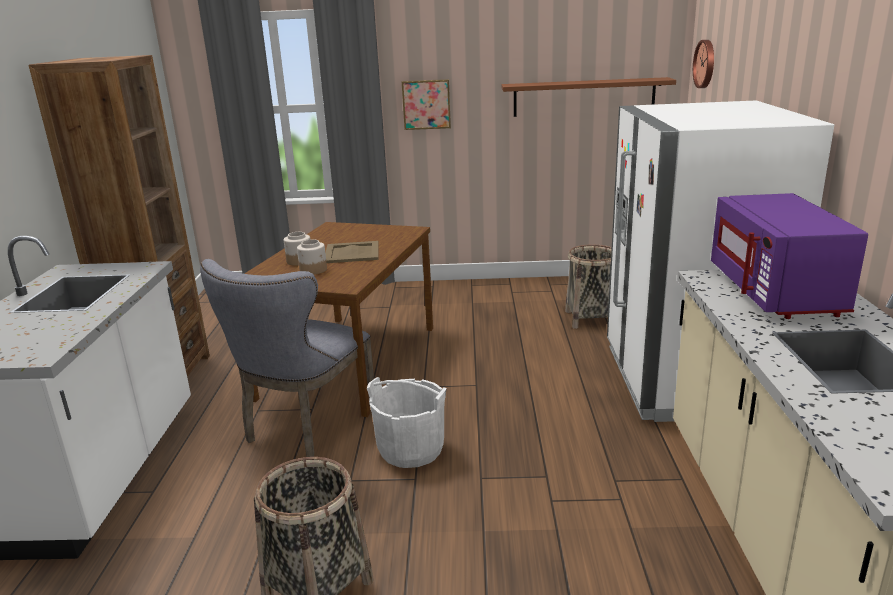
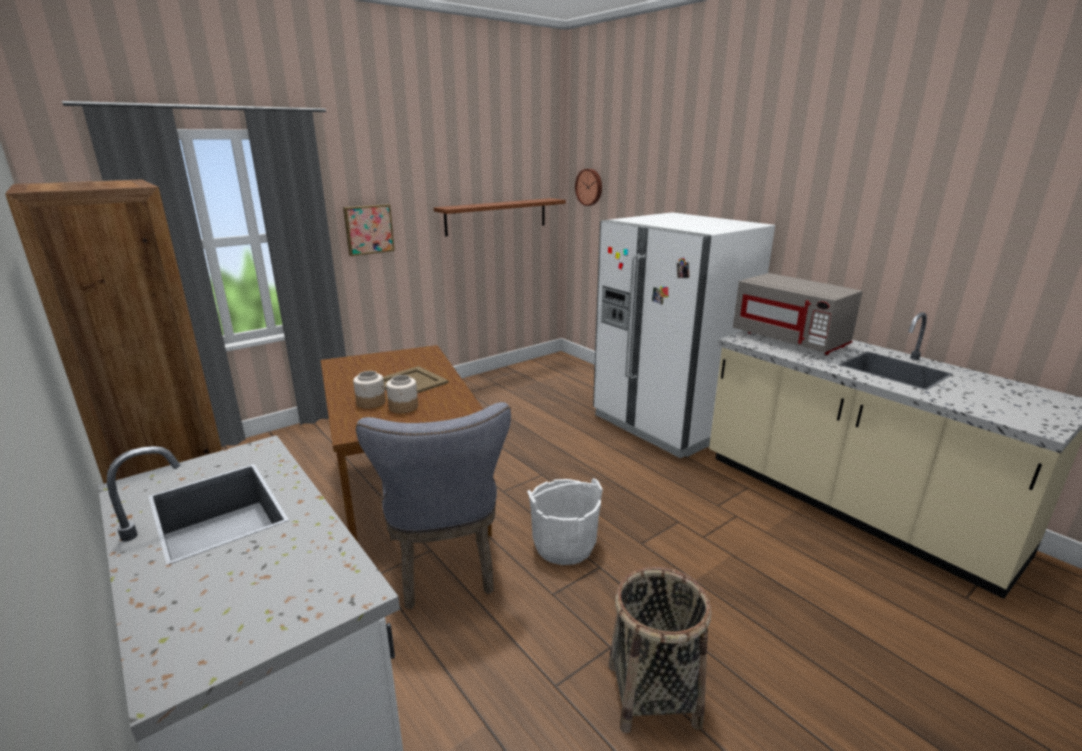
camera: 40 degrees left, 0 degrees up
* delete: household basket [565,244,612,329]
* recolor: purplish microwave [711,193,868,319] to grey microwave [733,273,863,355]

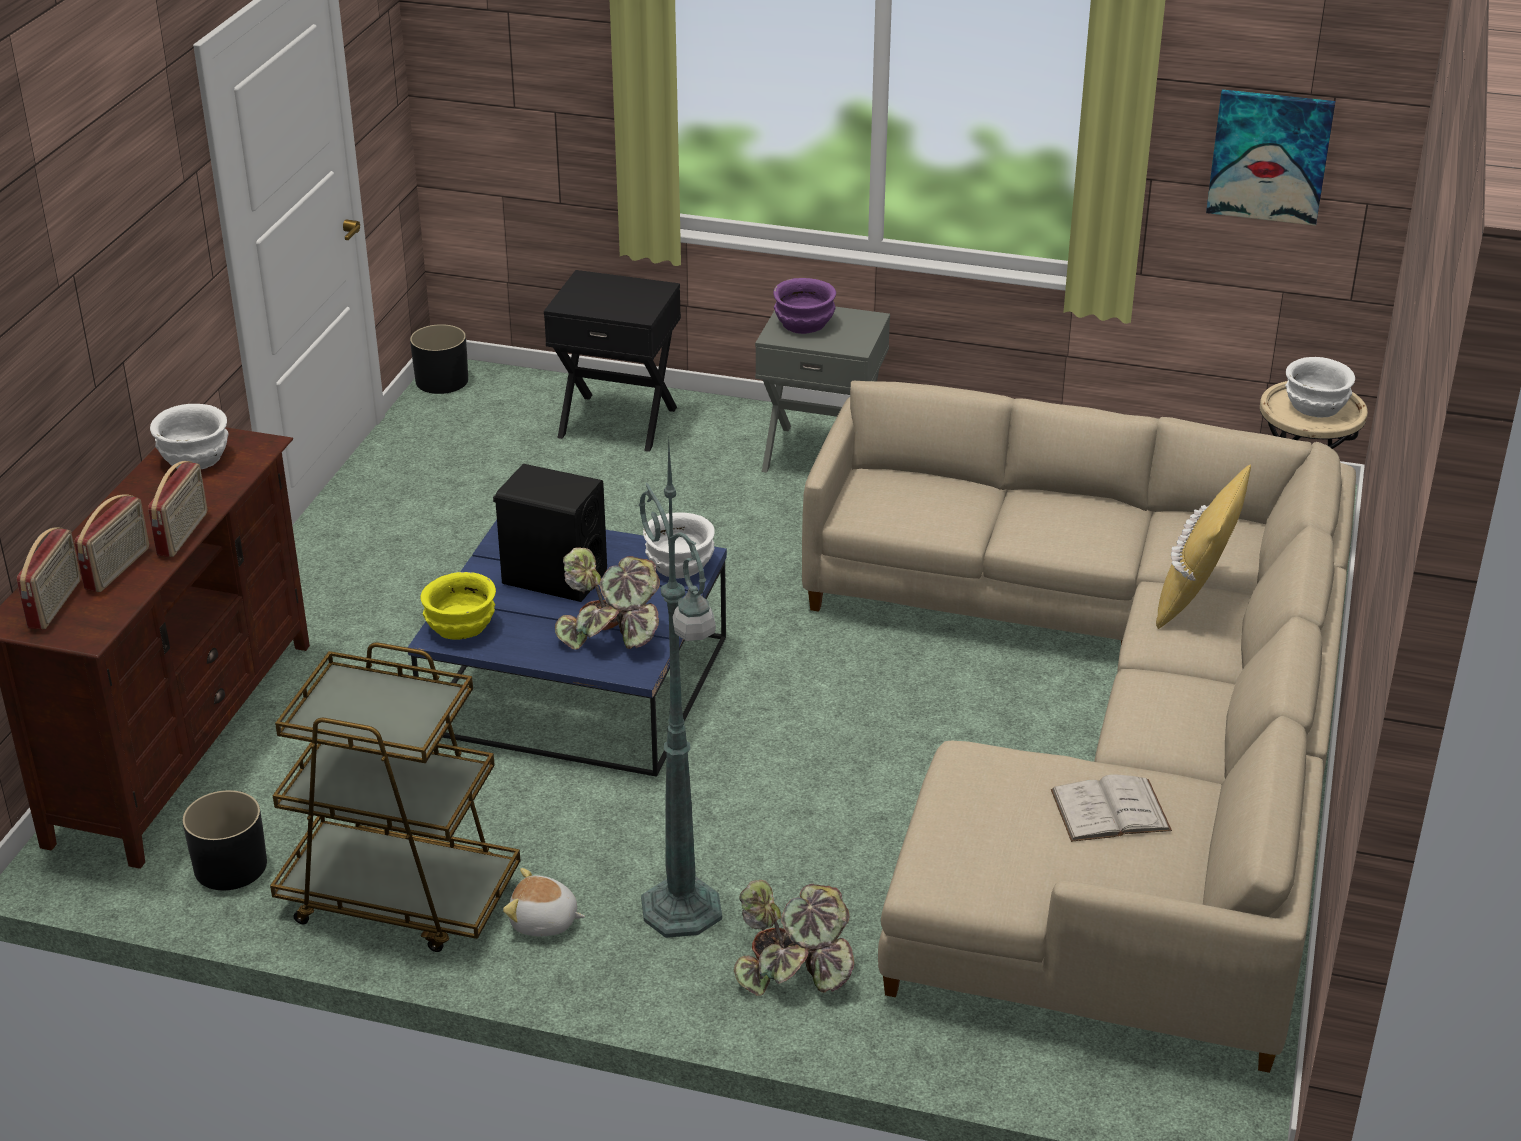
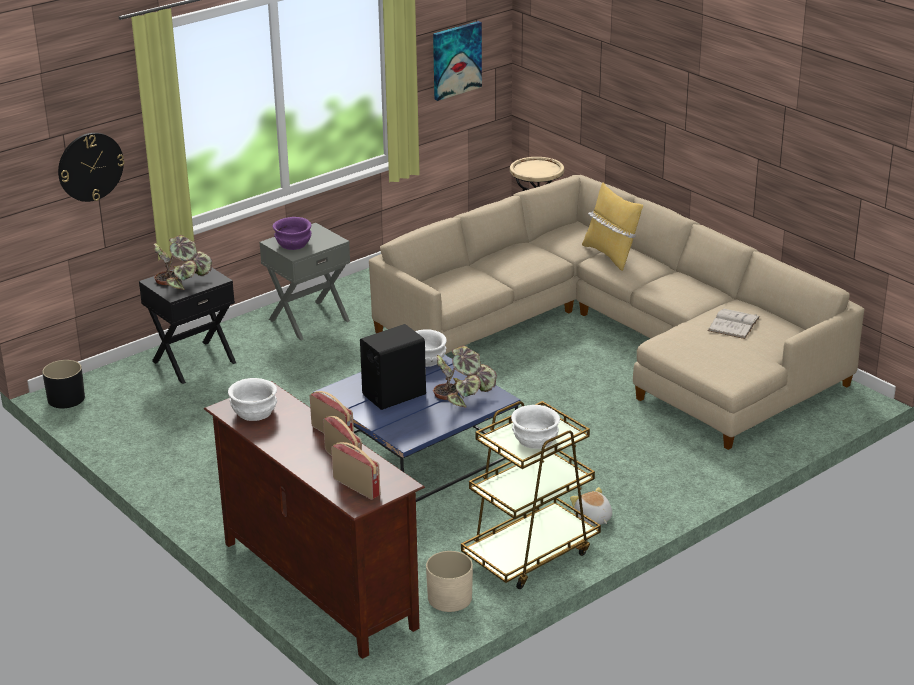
camera: 55 degrees left, 5 degrees down
* delete: yellowish bowl [420,572,496,640]
* delete: greenish standing lamp [639,437,722,938]
* insert: hanging clock [58,133,124,202]
* move: potted plant [734,880,854,996] to [154,235,212,290]
* move: white bowl [1285,357,1355,418] to [511,405,560,449]
* recolor: blackish flower pot [182,790,267,890] to beige-coloured flower pot [426,551,473,612]
* rotate: cuddly toy [503,868,585,937] = [570,487,612,525] 105 degrees clockwise

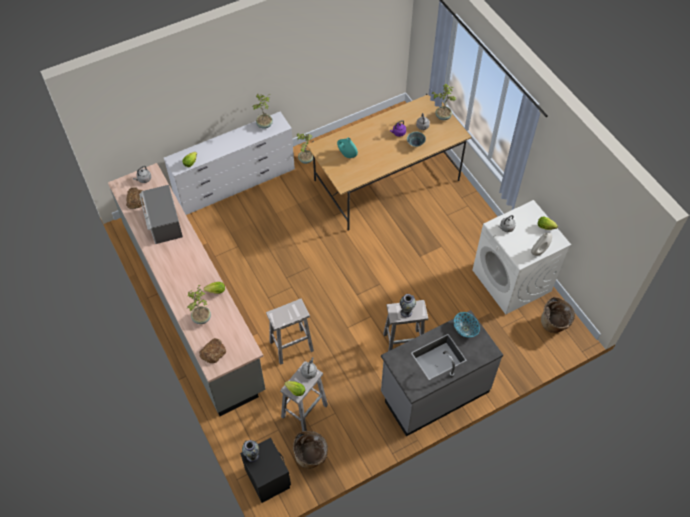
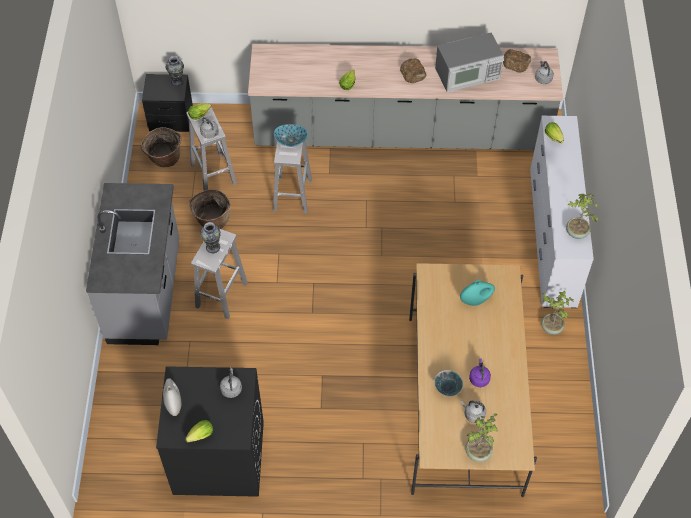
camera: 120 degrees right, 0 degrees up
* delete: potted plant [187,285,211,324]
* move: baked bread [199,338,226,364] to [400,58,426,83]
* move: bowl [454,312,480,337] to [274,124,308,146]
* move: household basket [541,297,575,333] to [189,189,230,229]
* recolor: white laundry appliance [473,200,571,314] to blackish laundry appliance [156,366,264,497]
* rotate: microwave [139,185,183,244] = [435,33,504,92] 150 degrees clockwise

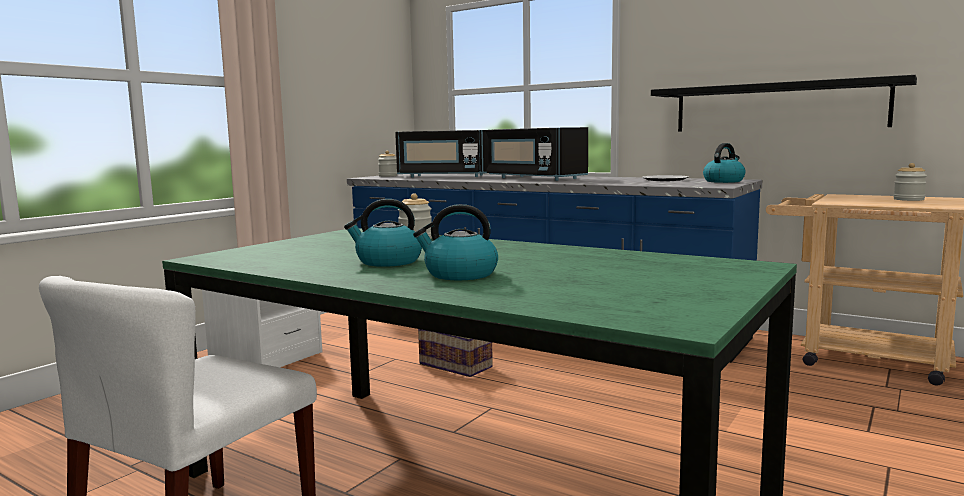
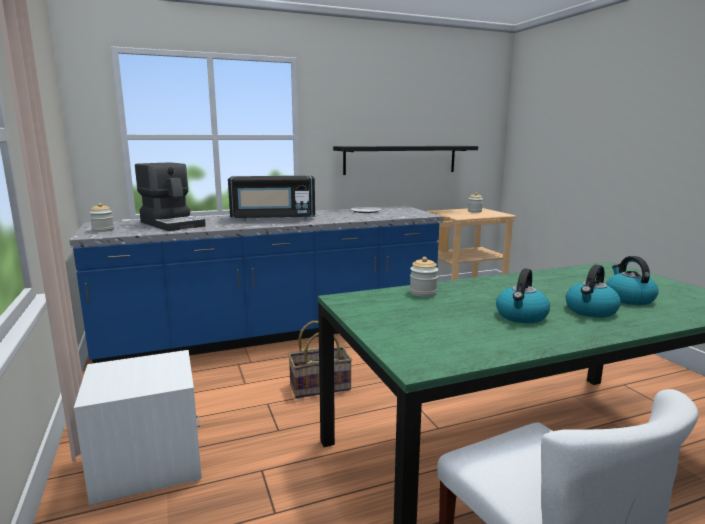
camera: 55 degrees left, 5 degrees up
* move: kettle [703,143,746,183] to [606,256,659,305]
* replace: blackish microwave [395,130,488,178] to coffee maker [135,162,206,231]

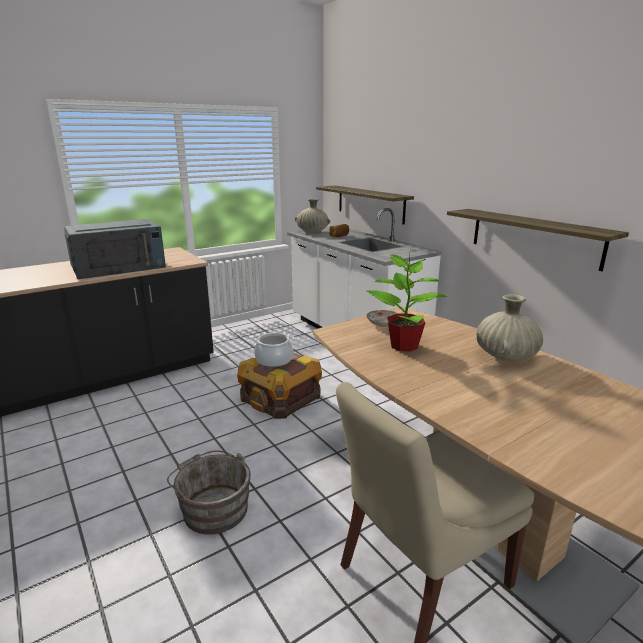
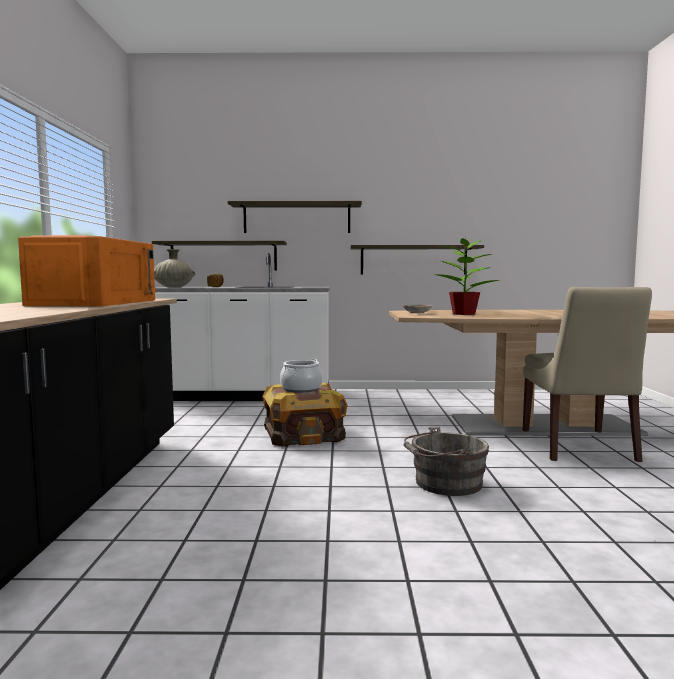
camera: 55 degrees left, 15 degrees down
* delete: beige-coloured decorative vase [476,294,543,361]
* insert: bracket shelf [228,201,362,233]
* recolor: blue microwave [64,219,166,279] to orangey microwave [18,235,156,306]

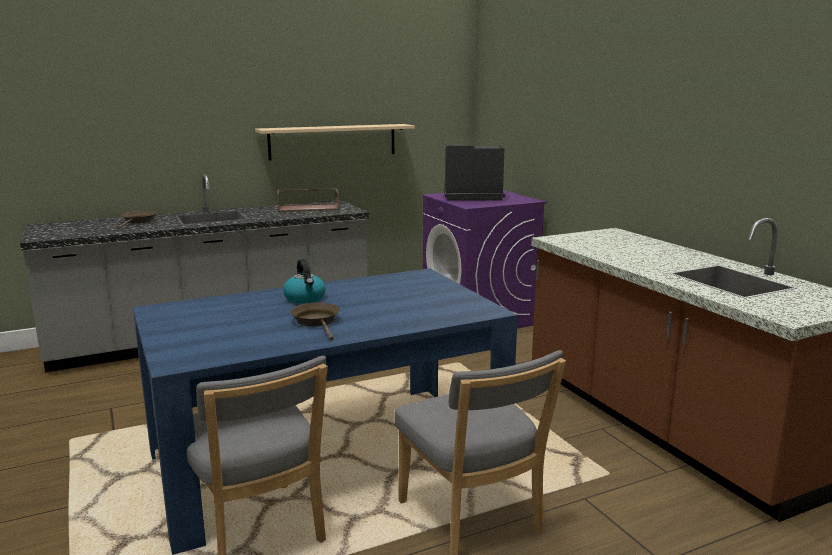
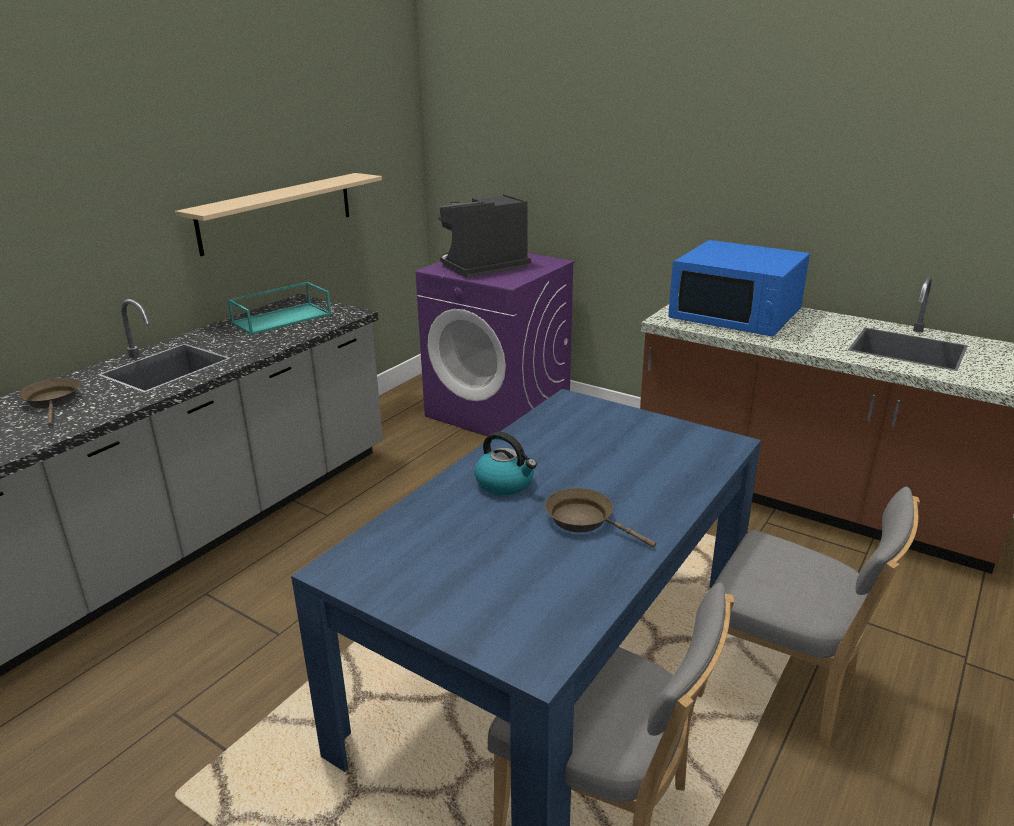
camera: 30 degrees left, 10 degrees up
* insert: blue microwave [668,240,810,337]
* recolor: brown carrying tray [277,188,340,212] to blue-green carrying tray [227,282,332,335]

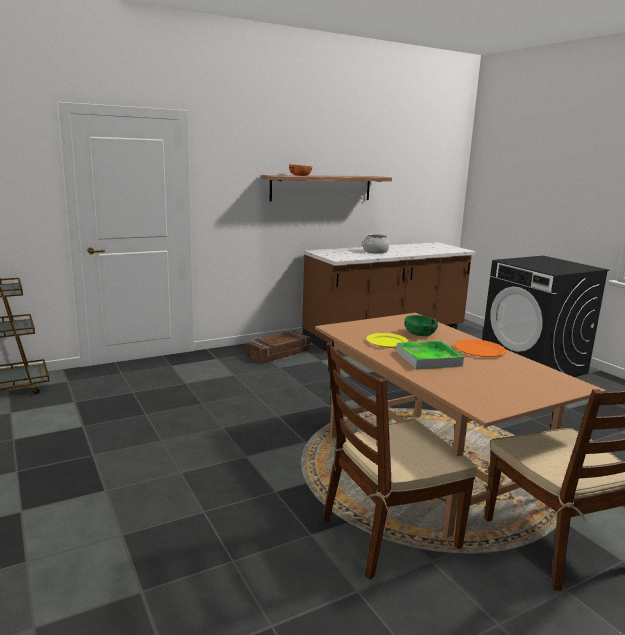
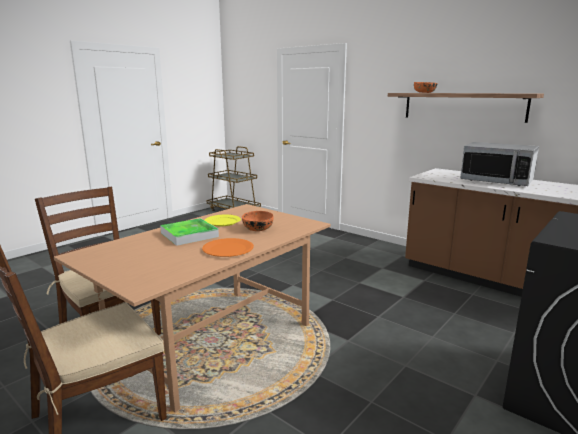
camera: 70 degrees right, 0 degrees up
* delete: packing crate [245,331,311,364]
* replace: saucepot [363,234,389,254] to microwave [460,142,539,186]
* recolor: greenish bowl [405,315,438,336] to orangey bowl [242,211,274,231]

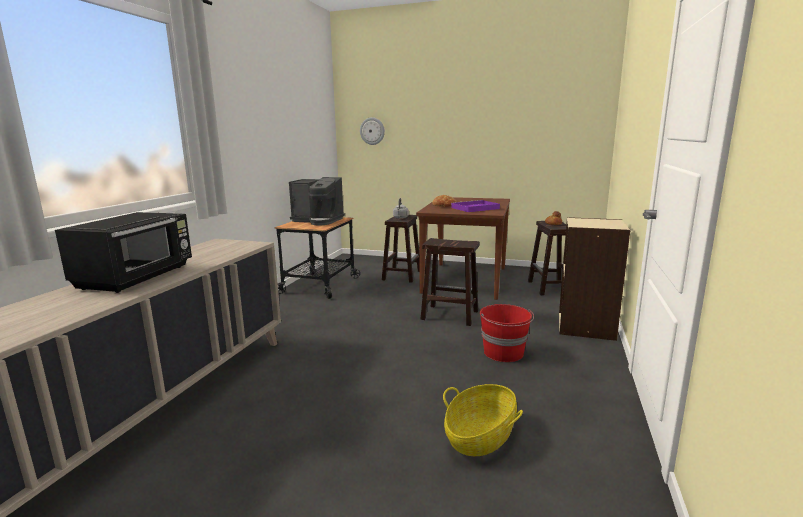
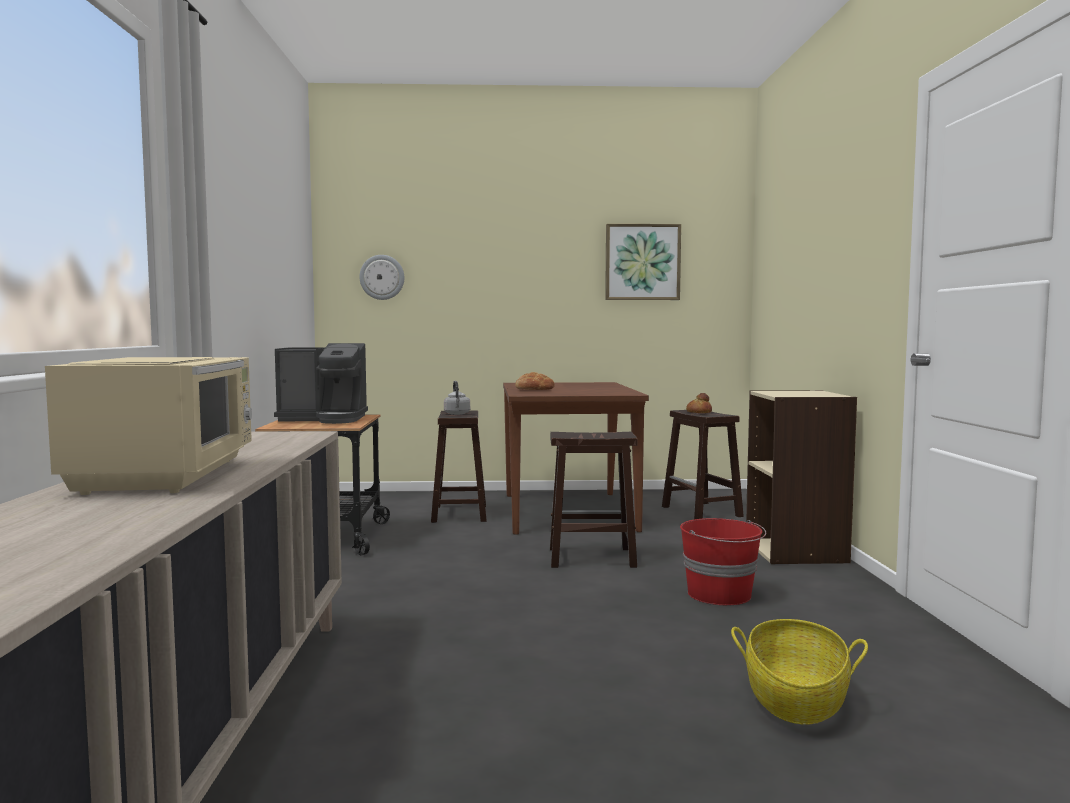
camera: 20 degrees left, 10 degrees down
* delete: purplish carrying tray [451,200,500,212]
* insert: wall picture [605,224,681,300]
* recolor: blackish microwave [55,212,192,293] to beige-coloured microwave [45,357,252,495]

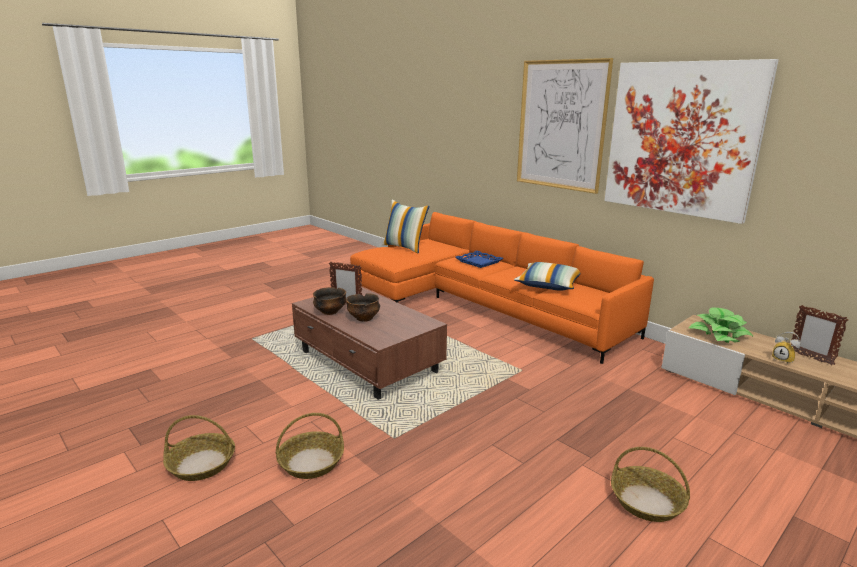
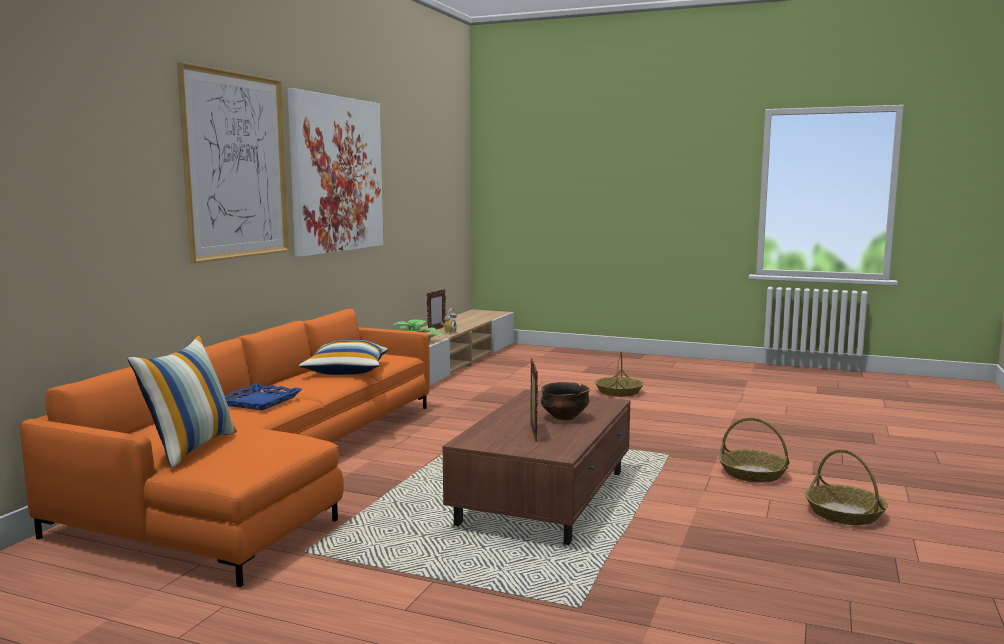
camera: 115 degrees left, 10 degrees down
* delete: bowl [313,287,346,315]

